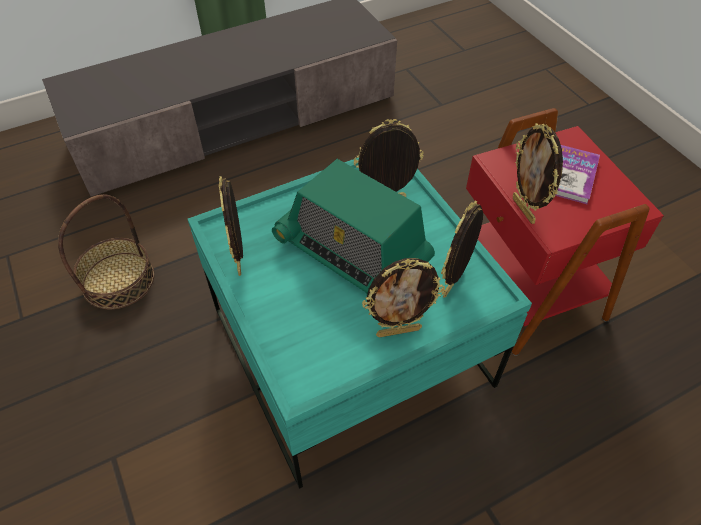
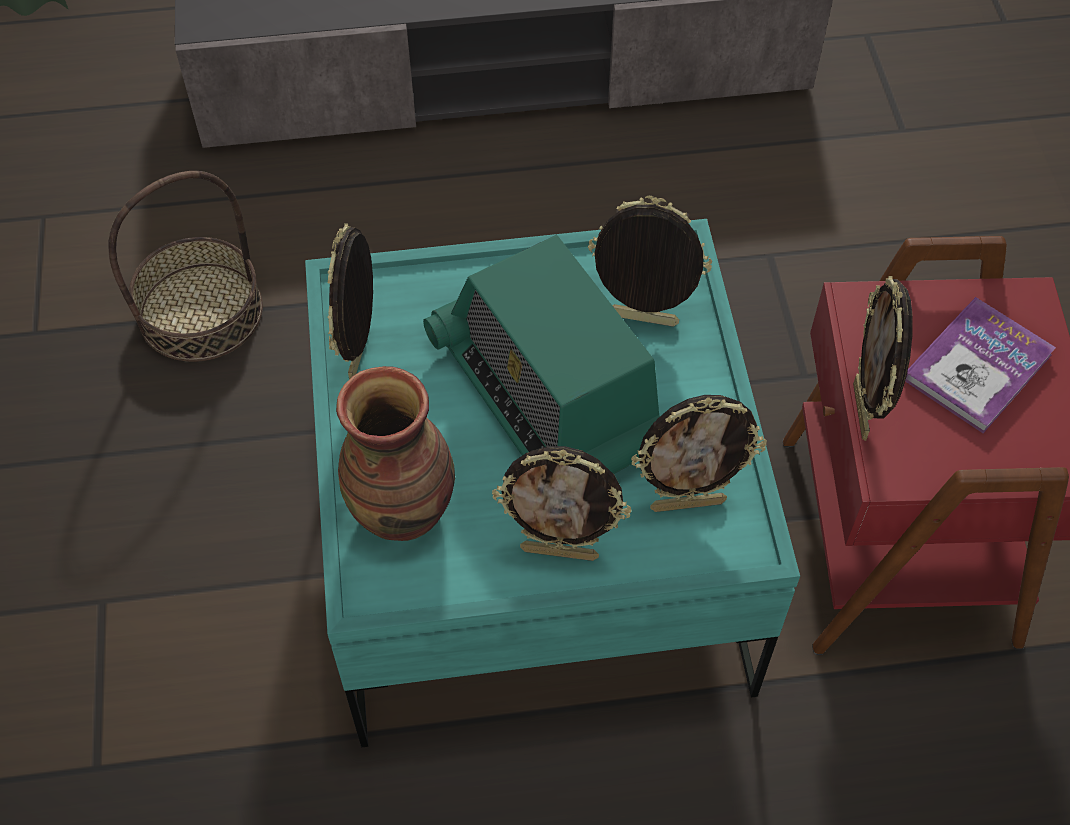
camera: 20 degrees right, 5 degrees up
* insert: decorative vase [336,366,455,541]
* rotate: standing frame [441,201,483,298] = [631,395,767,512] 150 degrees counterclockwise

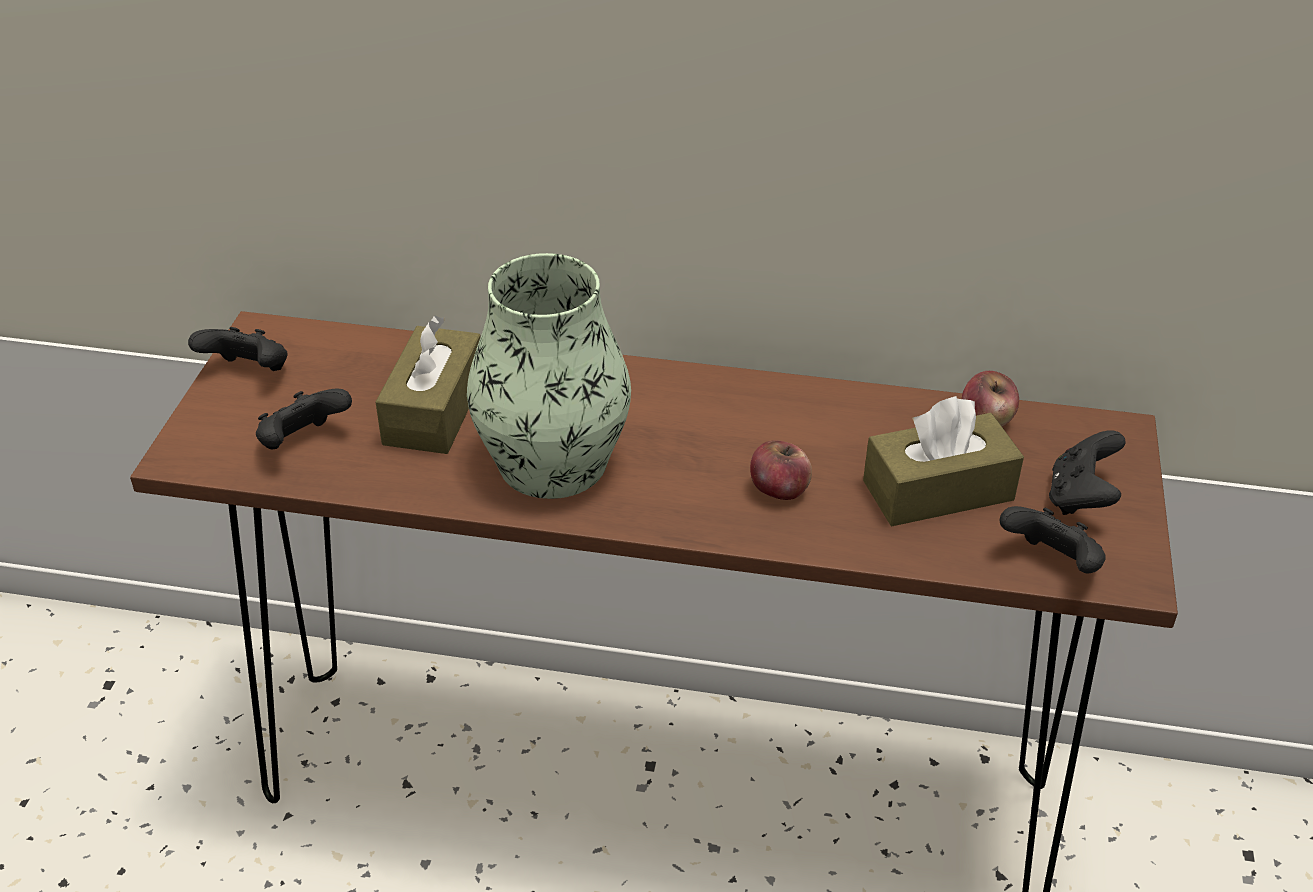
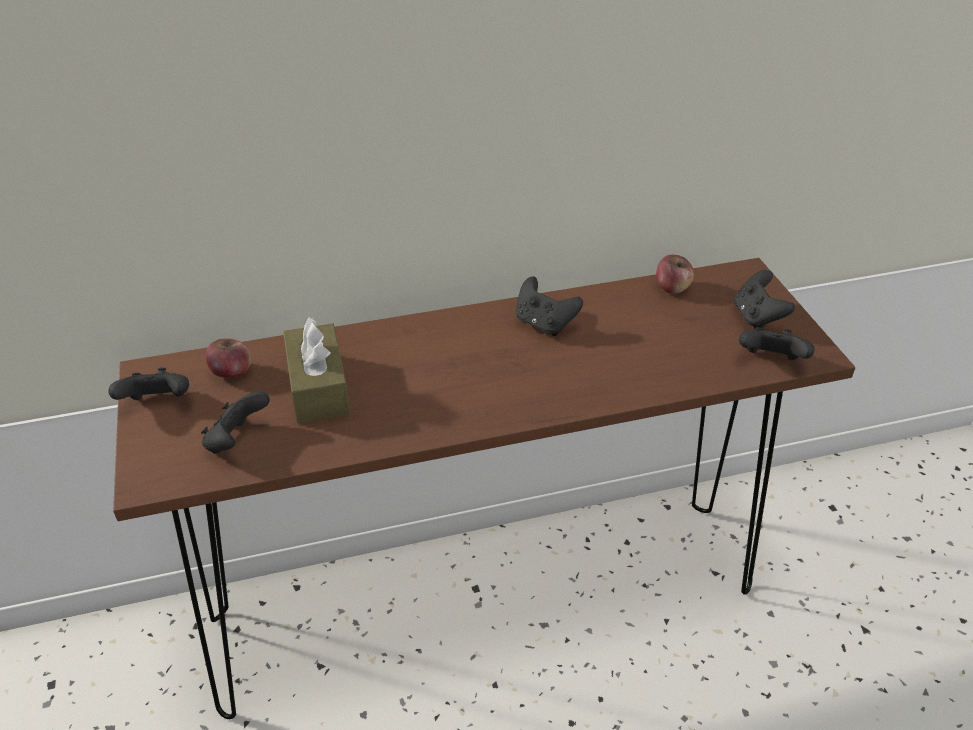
camera: 25 degrees left, 0 degrees up
* delete: decorative vase [467,253,631,499]
* delete: brown tissue box [863,396,1024,526]
* insert: blackish joypad [516,277,583,336]
* move: apple fruit [750,440,812,500] to [205,339,251,378]

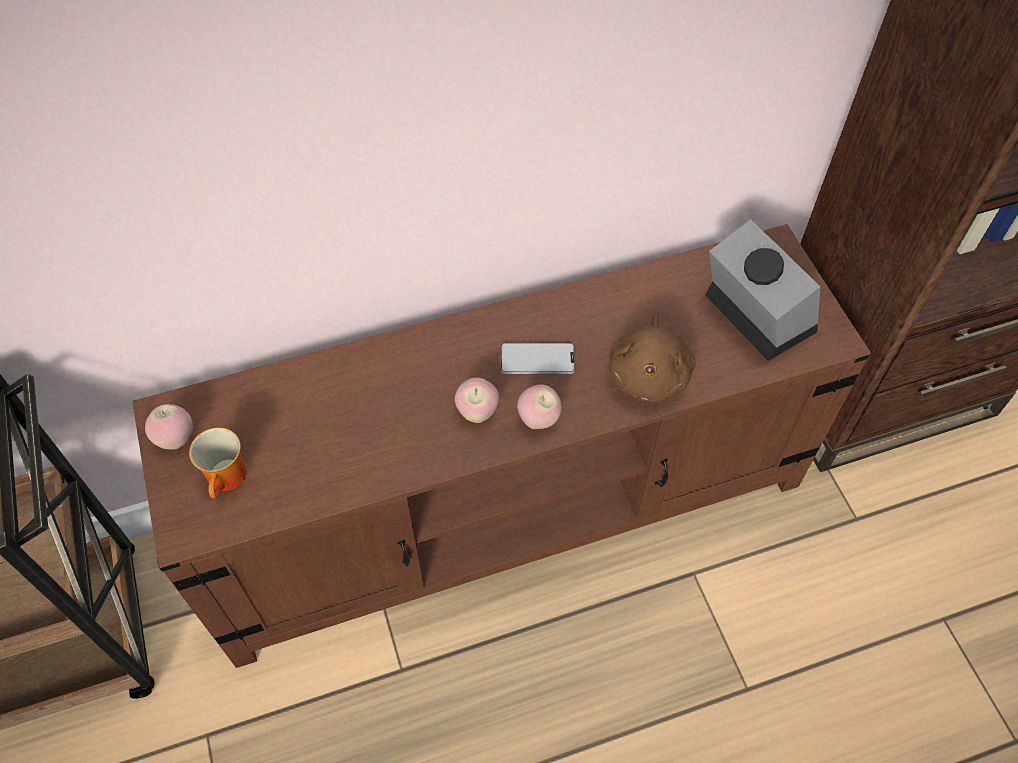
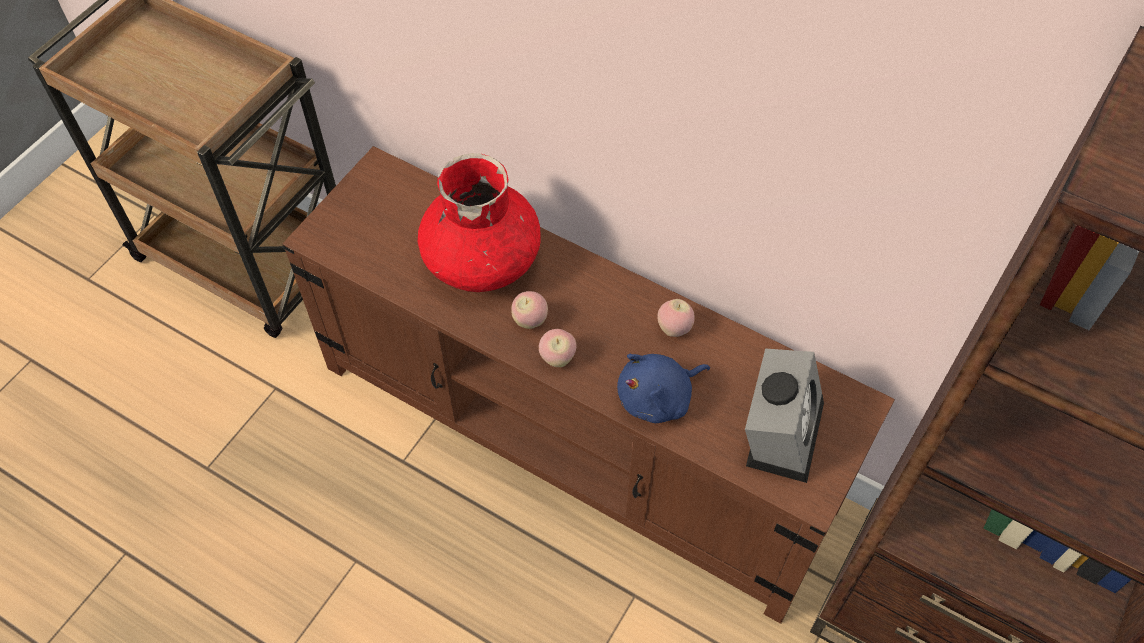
camera: 50 degrees right, 0 degrees up
* delete: coffee mug [189,427,247,499]
* delete: phone [501,343,575,374]
* insert: red decorative vase [418,153,541,292]
* move: apple fruit [145,404,193,450] to [657,299,695,337]
* recolor: brown cuddly toy [609,313,696,402] to blue cuddly toy [617,354,710,423]

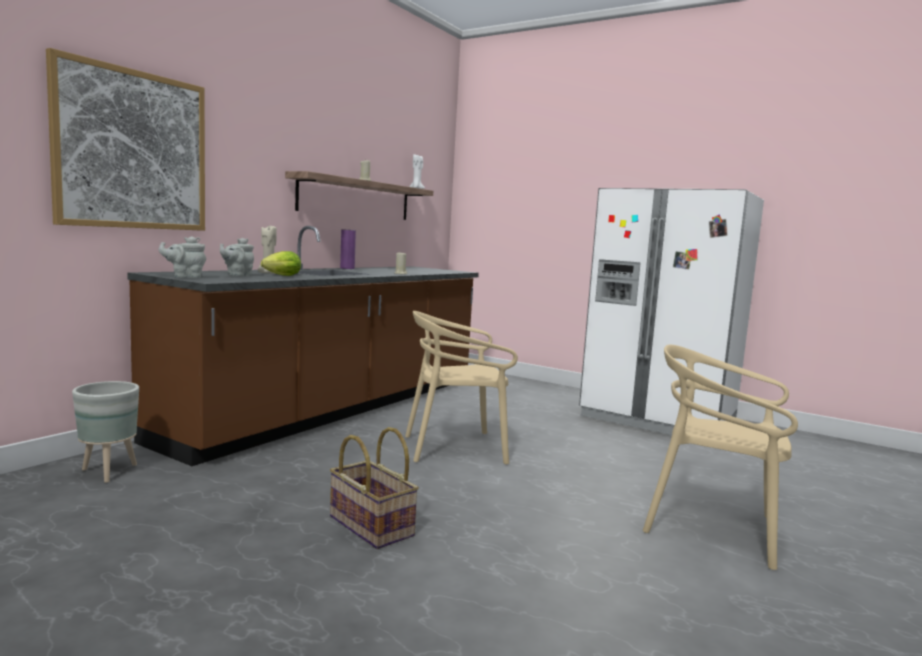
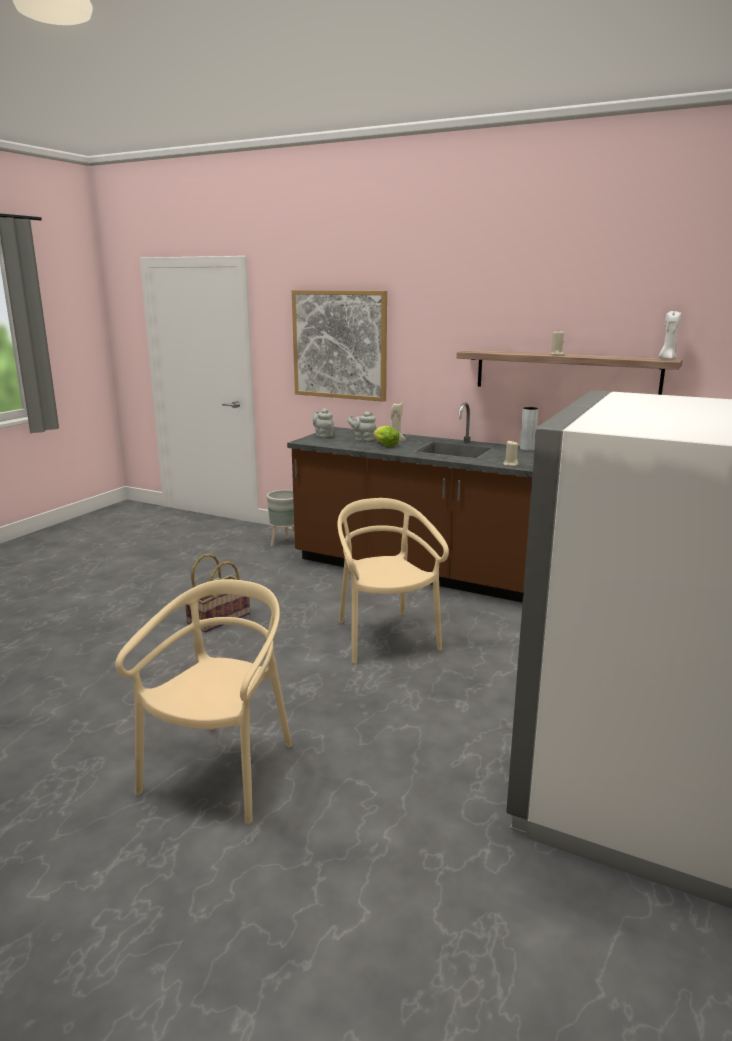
camera: 85 degrees right, 10 degrees up
* recolor: purplish decorative vase [340,229,356,269] to grey decorative vase [520,407,538,451]

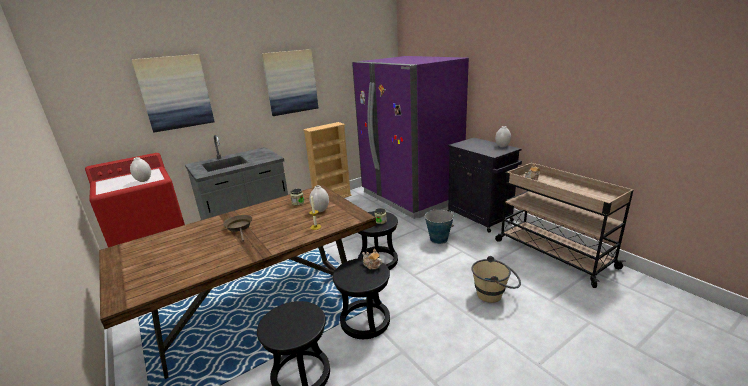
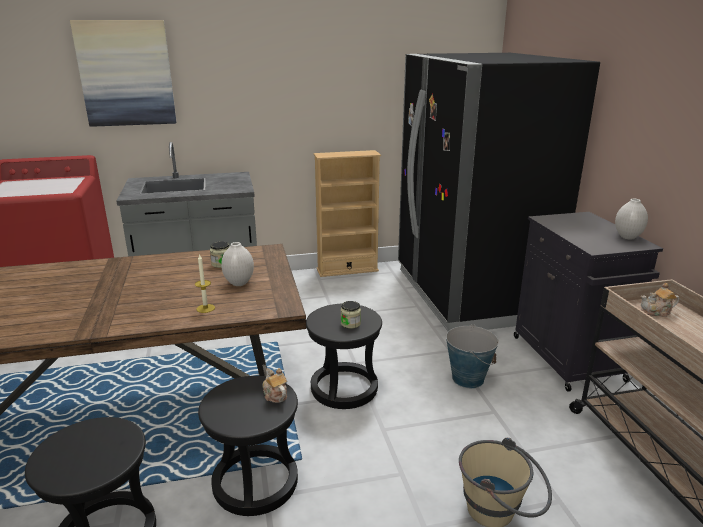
camera: 20 degrees right, 0 degrees up
* delete: white decorative vase [130,157,151,182]
* delete: brown pan [223,215,252,242]
* delete: wall picture [262,49,318,116]
* recolor: purplish fridge [352,56,469,219] to blackish fridge [398,53,600,331]

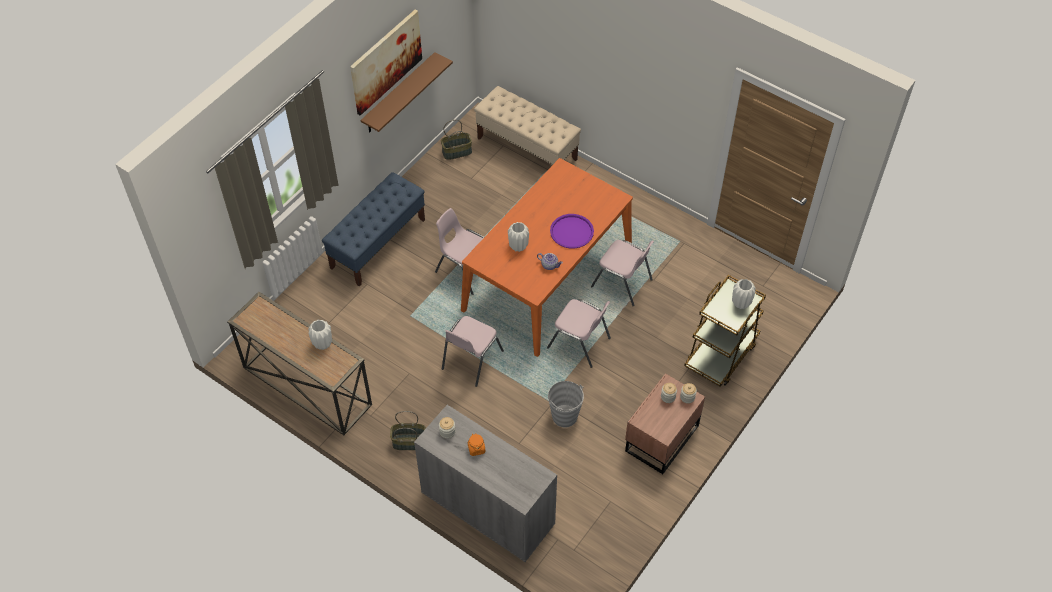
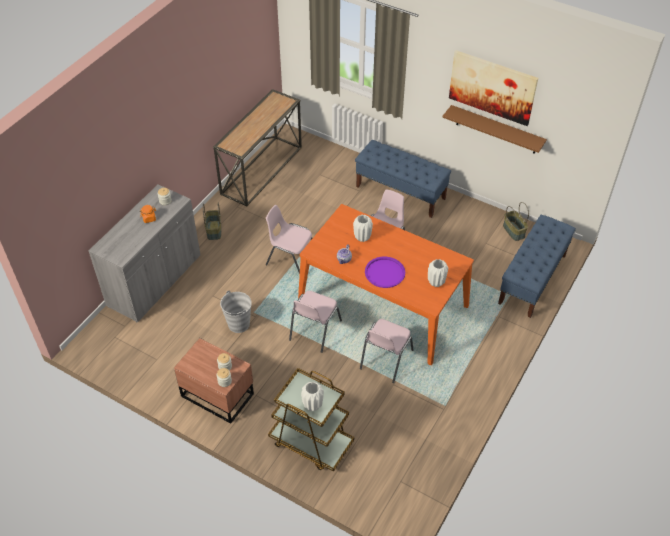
camera: 85 degrees right, 5 degrees down
* move: white decorative vase [308,320,332,350] to [428,259,448,287]
* recolor: beige-coloured bench [474,86,581,165] to blue bench [498,215,576,318]

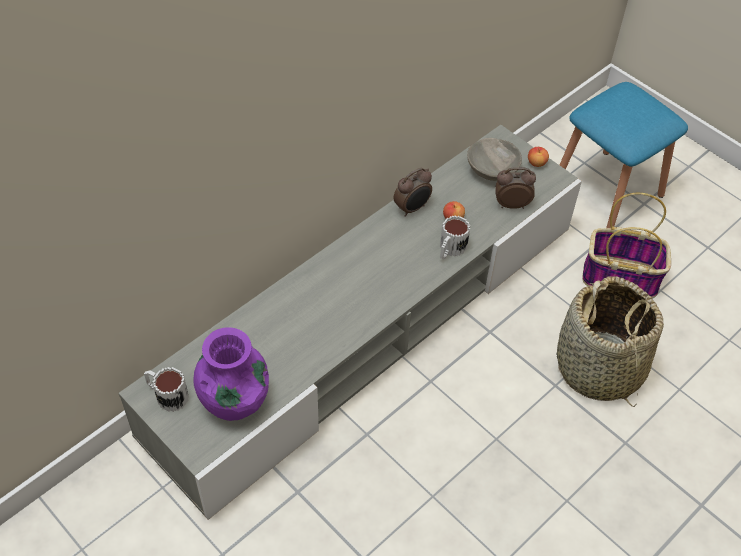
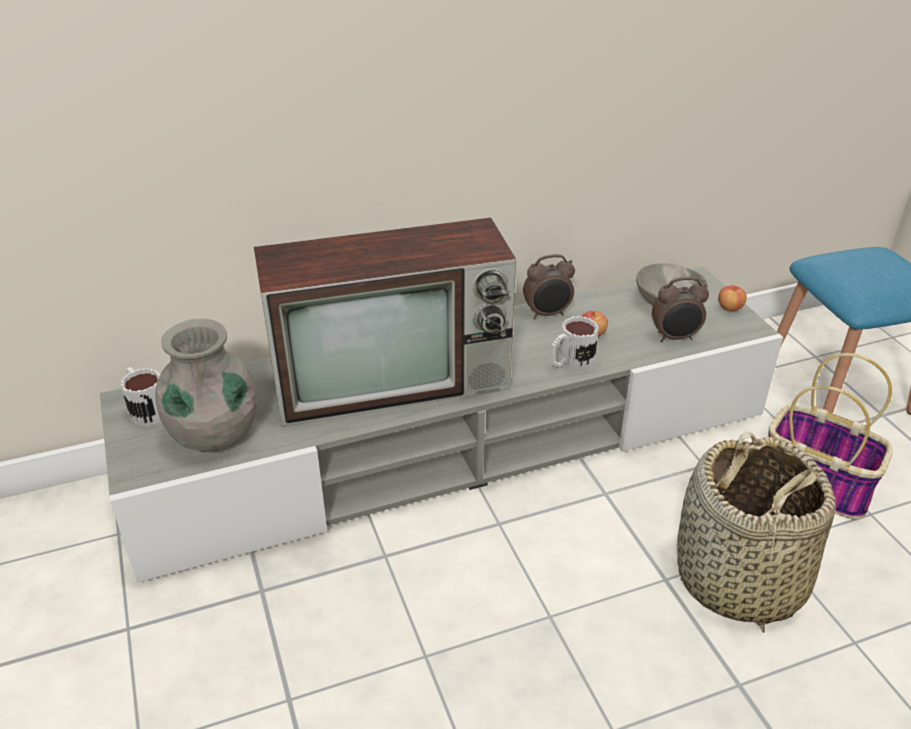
camera: 25 degrees right, 15 degrees down
* insert: TV set [254,218,516,427]
* recolor: purplish decorative vase [194,327,269,421] to grey decorative vase [155,319,257,452]
* rotate: table clock [495,167,536,209] = [652,277,709,342] 150 degrees clockwise

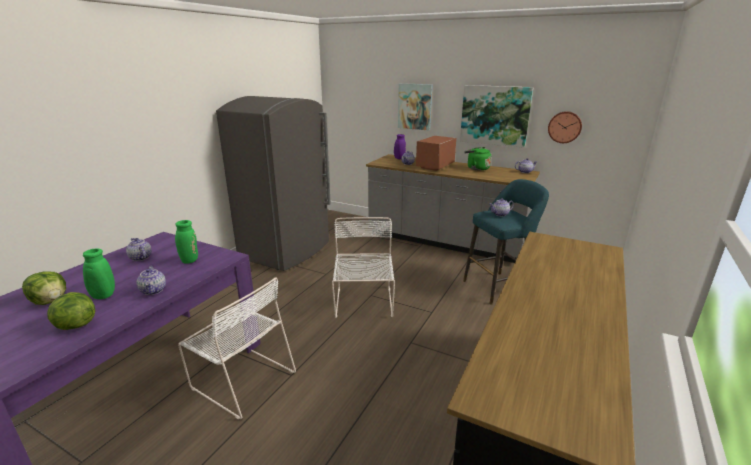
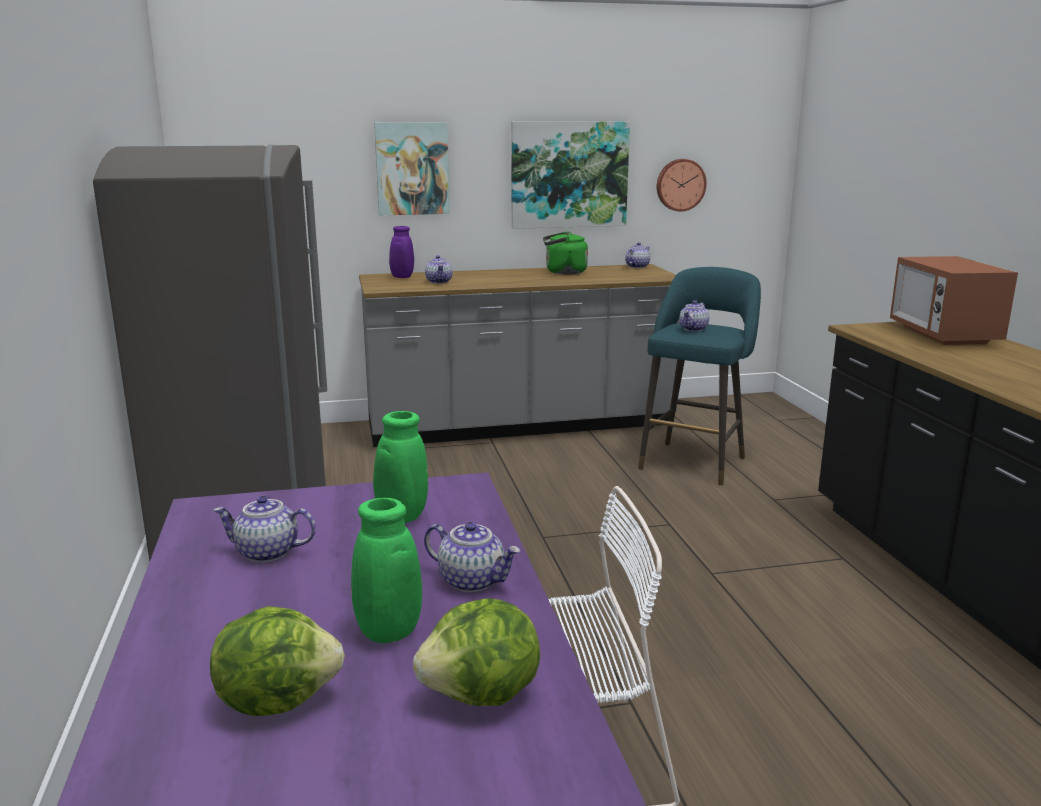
camera: 40 degrees left, 5 degrees down
* delete: white plain chair [332,217,395,318]
* move: microwave [416,136,456,171] to [890,256,1018,345]

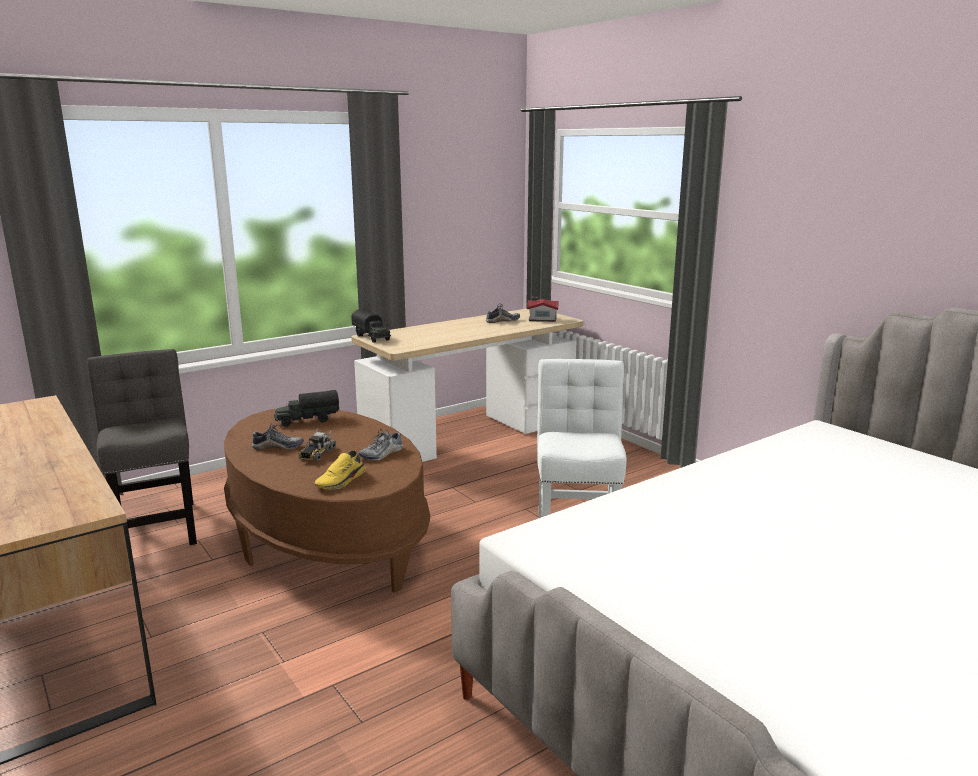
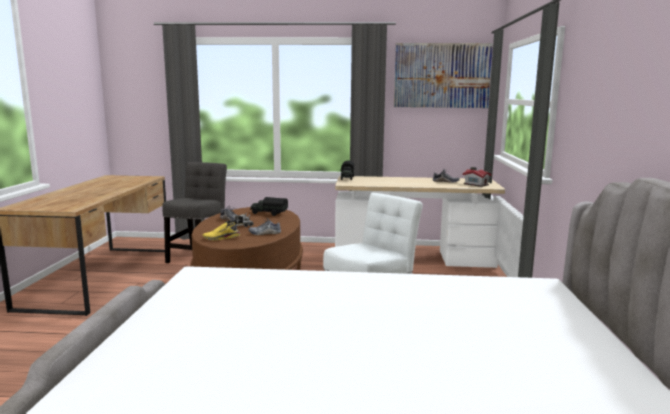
camera: 40 degrees right, 5 degrees down
* insert: wall picture [394,43,493,108]

